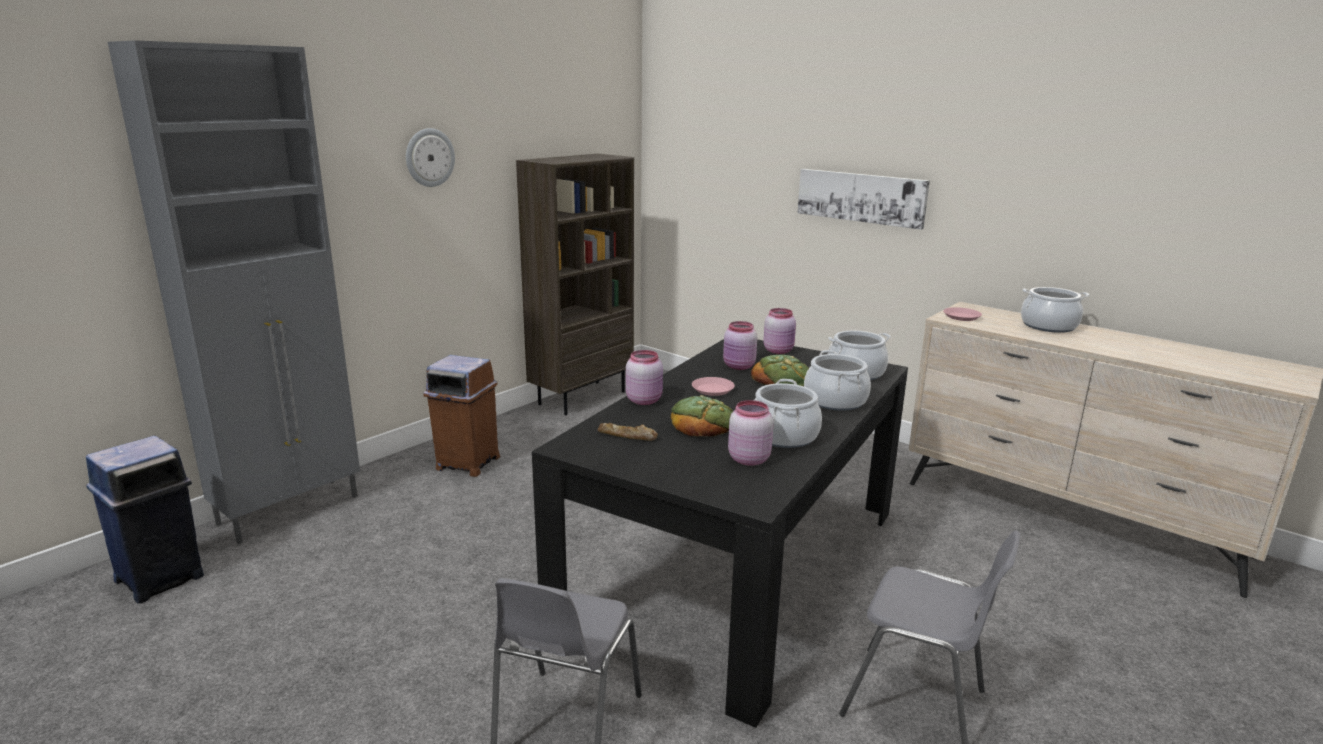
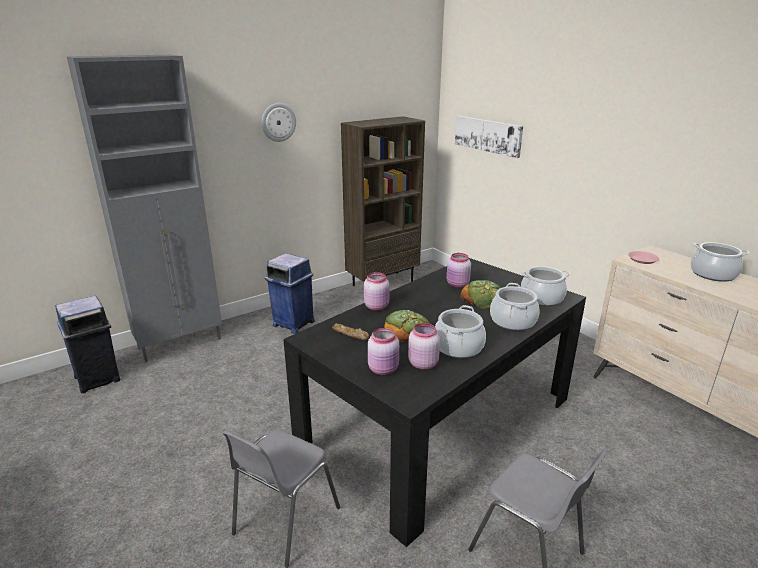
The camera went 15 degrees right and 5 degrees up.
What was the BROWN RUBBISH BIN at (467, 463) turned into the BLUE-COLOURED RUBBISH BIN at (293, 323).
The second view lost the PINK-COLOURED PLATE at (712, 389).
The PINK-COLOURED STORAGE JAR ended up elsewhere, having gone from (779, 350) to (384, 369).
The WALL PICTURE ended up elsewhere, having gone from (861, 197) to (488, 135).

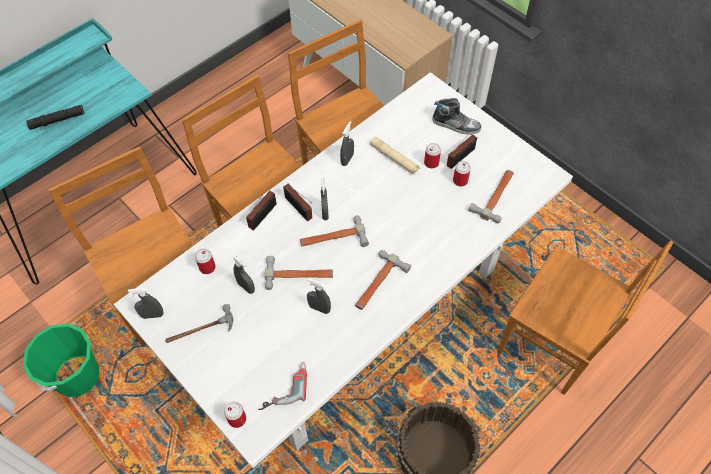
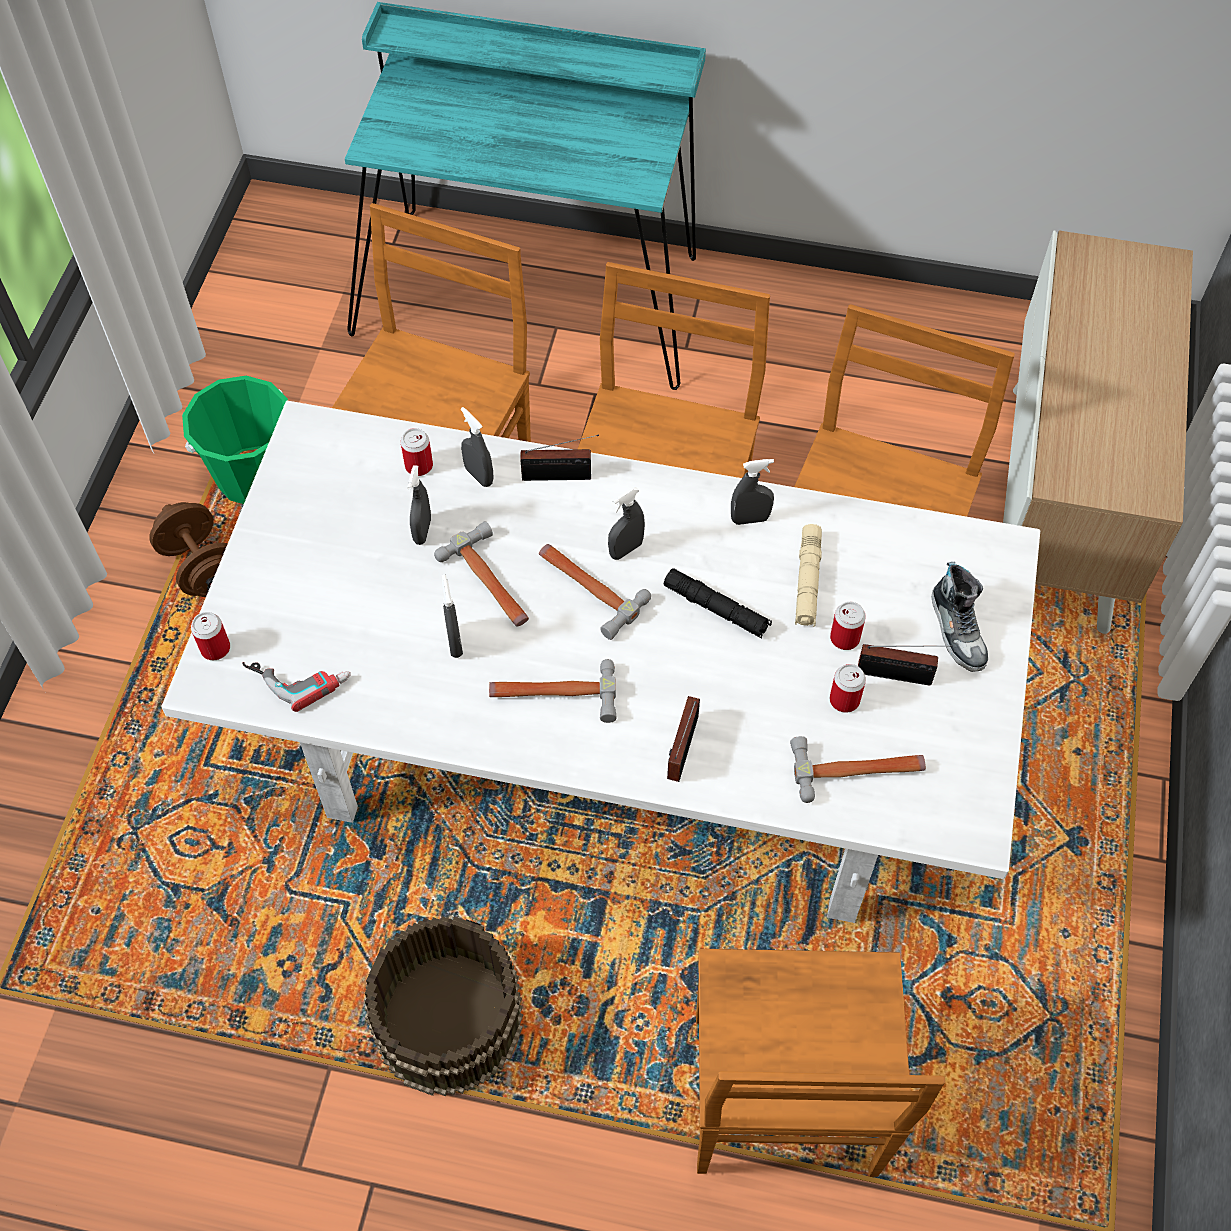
The camera went 55 degrees right and 0 degrees up.
The BLACKISH FLASHLIGHT ended up elsewhere, having gone from (57, 120) to (716, 608).
The GREYISH HAND SPRAYER ended up elsewhere, having gone from (152, 315) to (479, 476).
The second view lost the HAND HAMMER at (200, 330).
The RADIO SET ended up elsewhere, having gone from (299, 209) to (680, 751).
The second view gained the BROWN FREE WEIGHT at (202, 567).

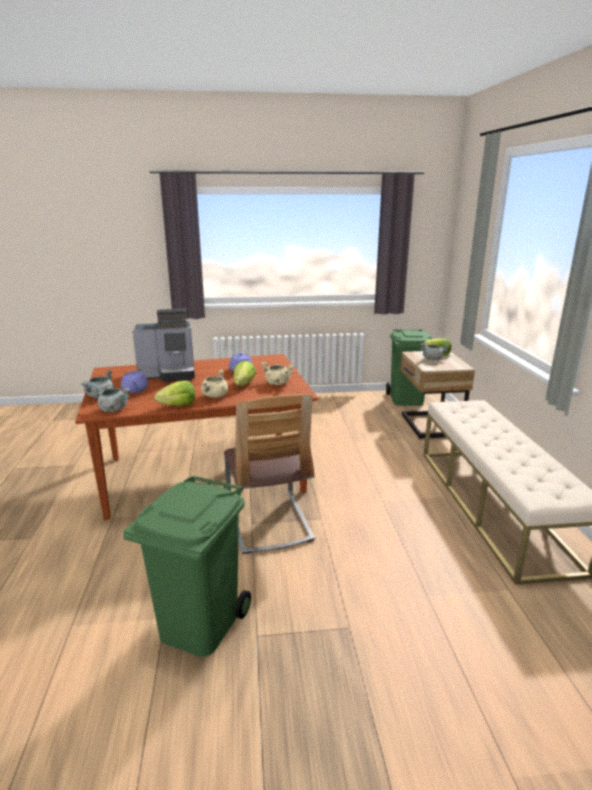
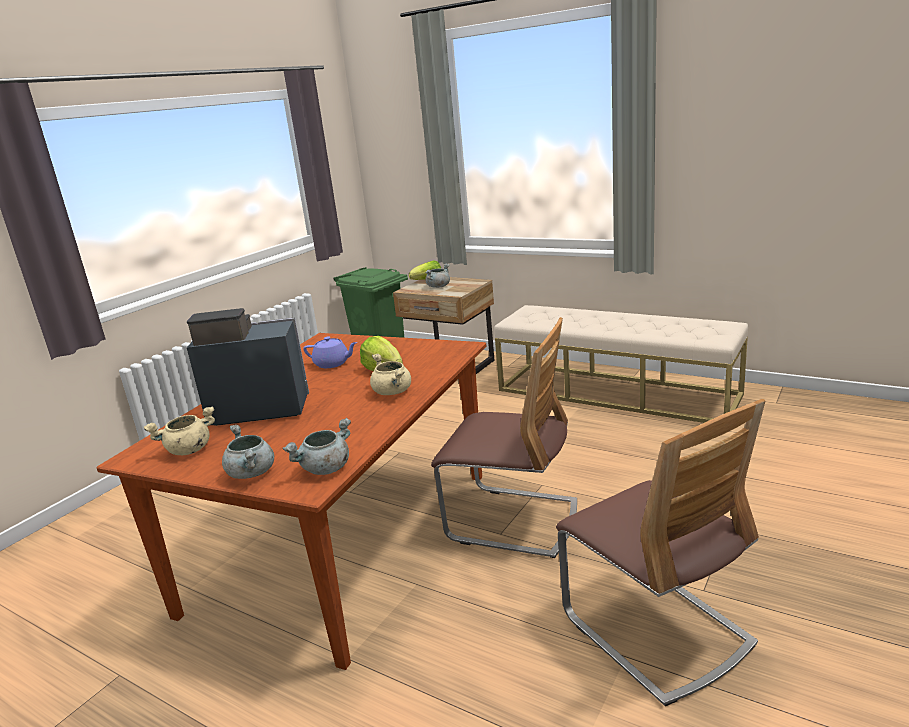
The camera went 50 degrees left and 0 degrees up.
The second view lost the PURPLISH TEA POT at (135, 390).
Where the GREEN RUBBISH BIN stood at (198, 624), the CHAIR came to stand at (656, 630).
The COFFEE MAKER at (169, 374) ended up facing another way, 120 degrees counterclockwise from before.
The second view lost the HEAD OF LETTUCE at (178, 405).
The SAND-COLOURED COOKING POT ended up elsewhere, having gone from (277, 383) to (188, 450).

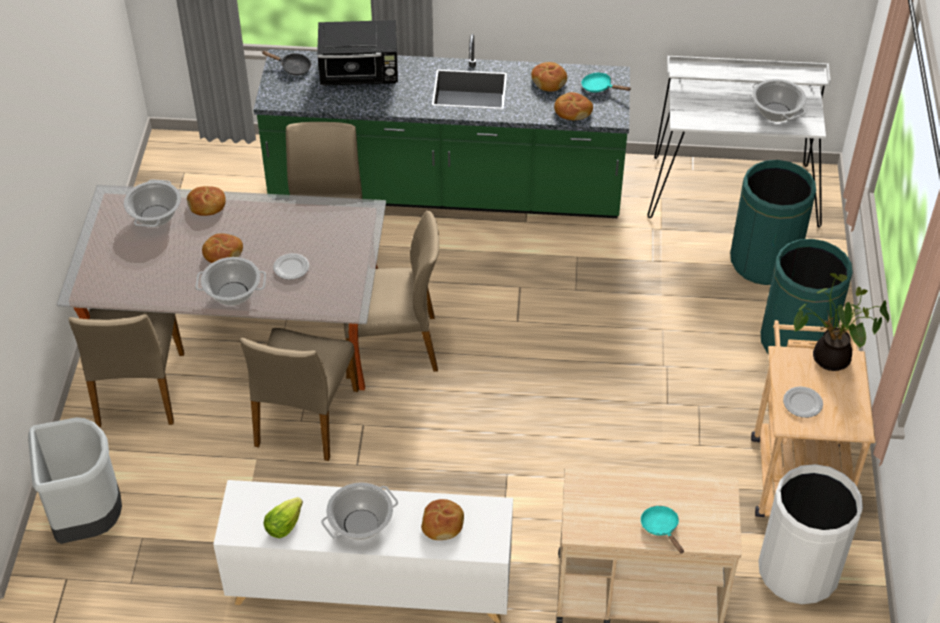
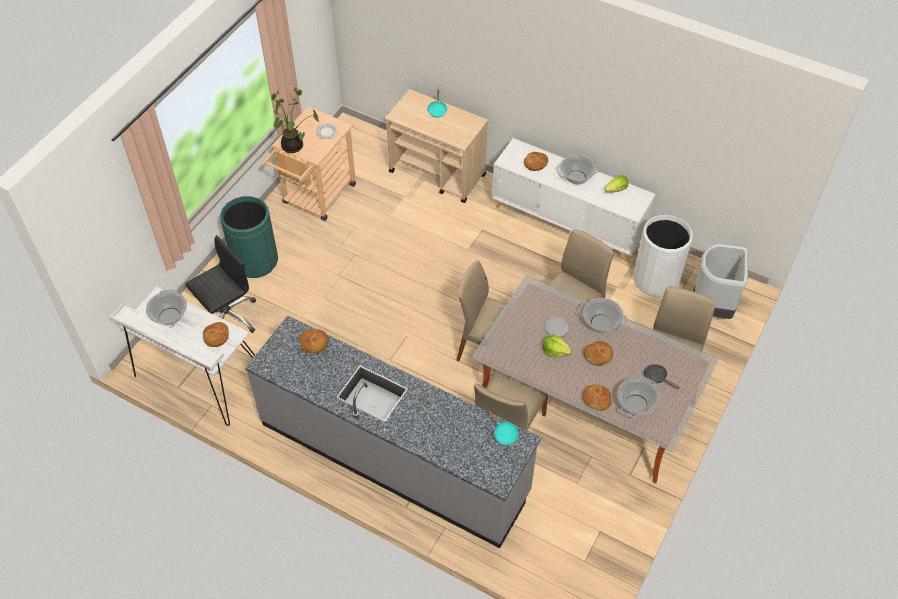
The camera went 155 degrees left and 5 degrees up.
What was the GREEN KITCHEN COUNTER at (446, 191) turned into the GREYISH KITCHEN COUNTER at (394, 457).
The BLACKISH FRYING PAN ended up elsewhere, having gone from (293, 67) to (657, 377).
The second view lost the BLACKISH MICROWAVE OVEN at (360, 74).
The BREAD ended up elsewhere, having gone from (549, 81) to (216, 337).
The TURQUOISE FRYING PAN ended up elsewhere, having gone from (599, 87) to (503, 433).
Where the GREEN RUBBISH BIN stood at (763, 261), the BLACKISH COMPUTER CHAIR came to stand at (227, 317).
The WHITISH RUBBISH BIN ended up elsewhere, having gone from (798, 571) to (656, 280).
The second view gained the HEAD OF LETTUCE at (555, 351).

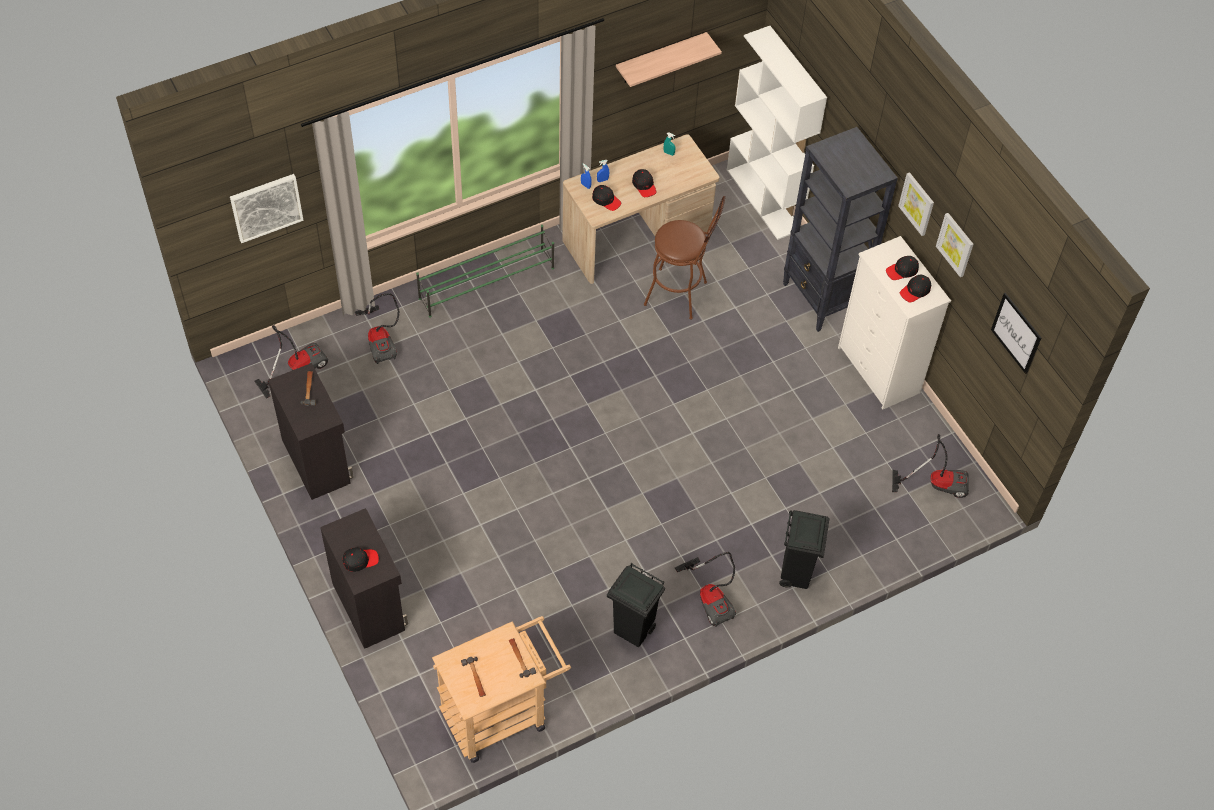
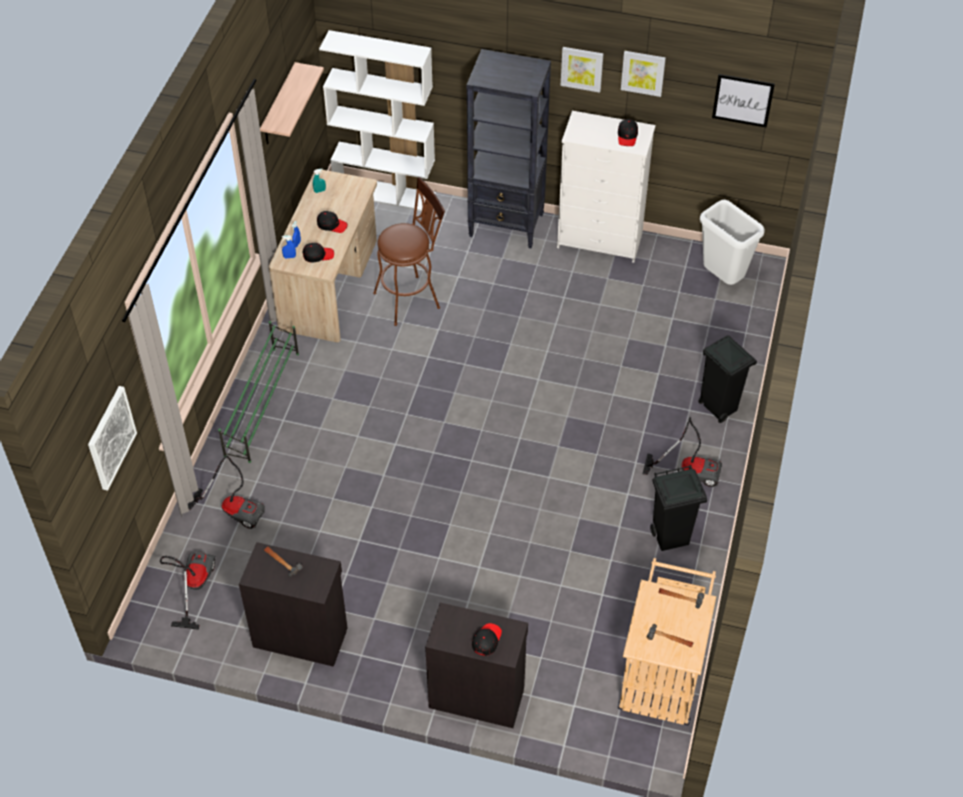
The camera went 45 degrees left and 5 degrees down.
The second view lost the BLACKISH BASEBALL CAP at (902, 271).
Where the VACUUM stood at (936, 483), the WHITISH RUBBISH BIN came to stand at (723, 279).

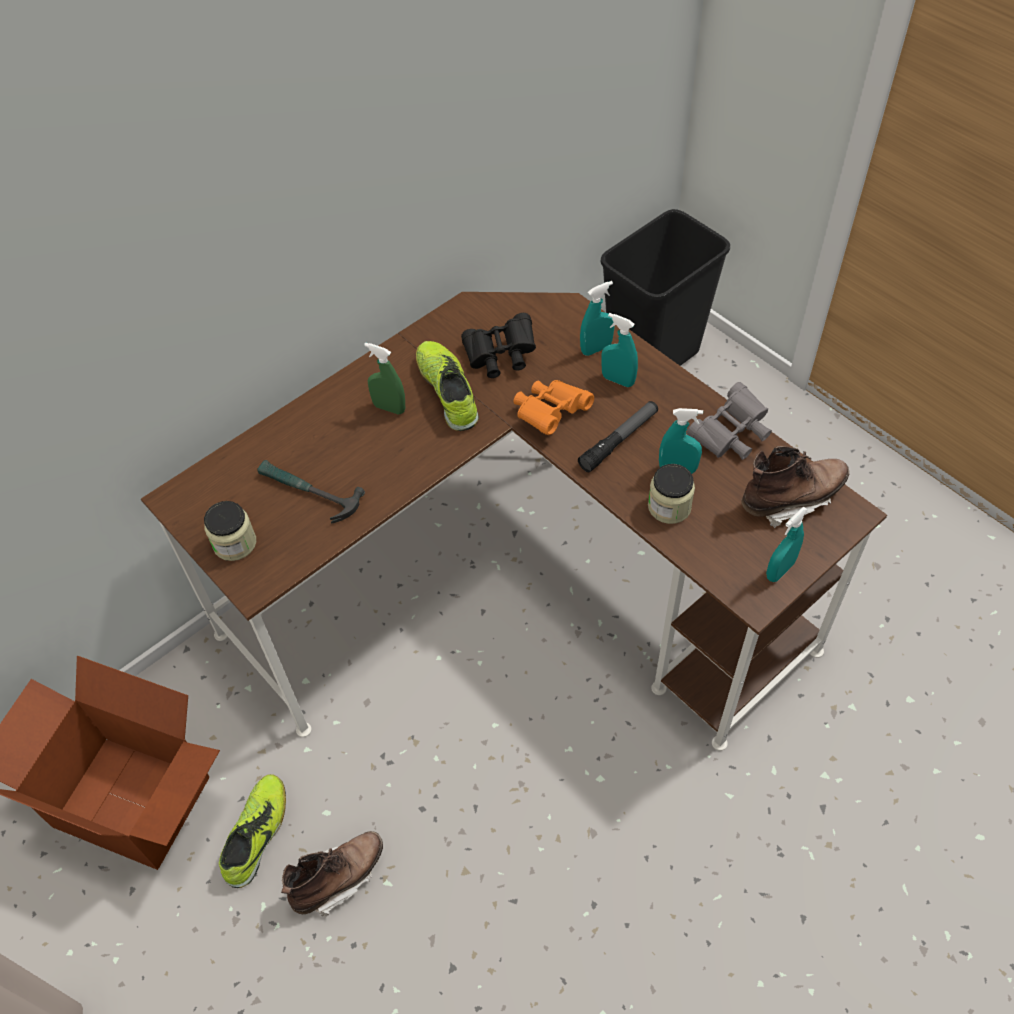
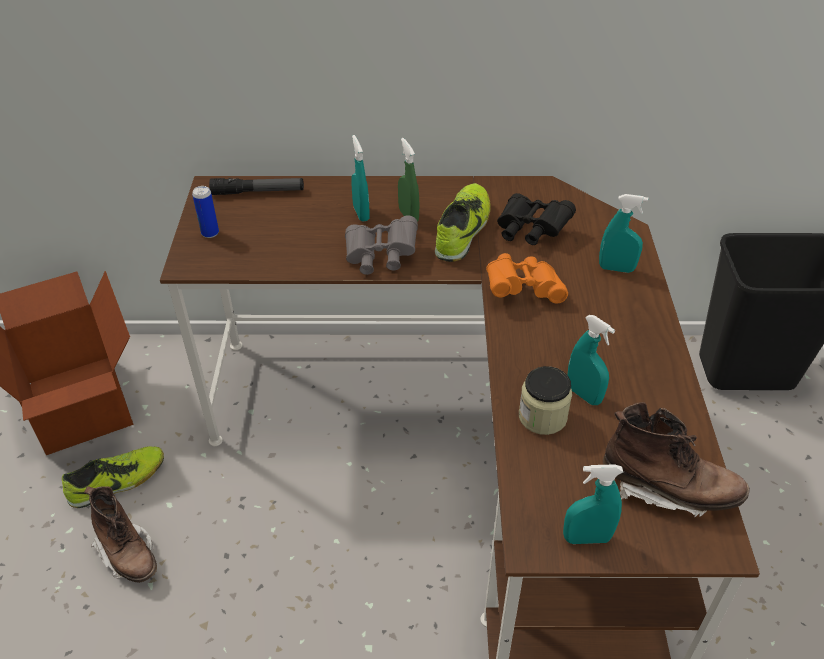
The camera went 40 degrees right and 10 degrees down.
Where the STORAGE JAR stood at (235, 543), the CAN came to stand at (210, 233).
The second view lost the HAND HAMMER at (307, 492).
The BROWN BOOT at (339, 878) ended up facing another way, 45 degrees clockwise from before.
The FLASHLIGHT ended up elsewhere, having gone from (619, 440) to (258, 192).
The TURQUOISE HAND SPRAYER ended up elsewhere, having gone from (618, 380) to (361, 213).
The GREYISH BINOCULARS ended up elsewhere, having gone from (731, 435) to (380, 257).

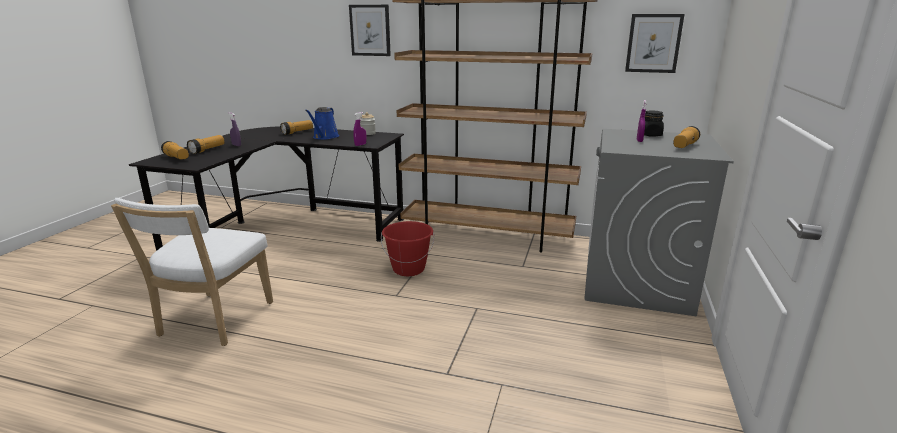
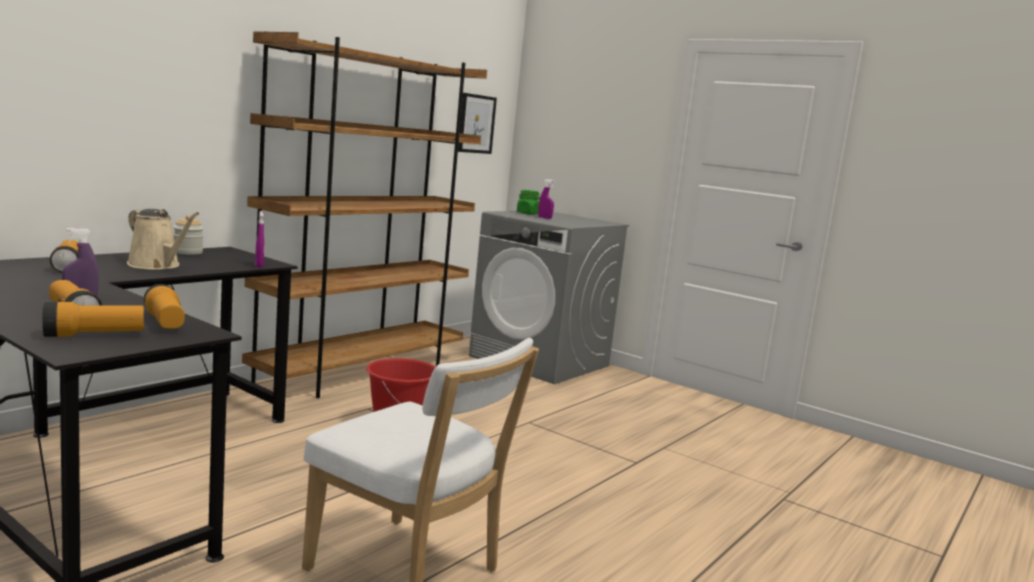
The camera went 70 degrees left and 10 degrees down.
What was the BLUE-COLOURED SPRINKLING CAN at (324, 137) turned into the SAND-COLOURED SPRINKLING CAN at (157, 265).
The second view lost the WALL PICTURE at (370, 30).
What was the BLACKISH STORAGE JAR at (650, 135) turned into the GREEN STORAGE JAR at (528, 213).
The FLASHLIGHT ended up elsewhere, having gone from (684, 146) to (165, 322).

